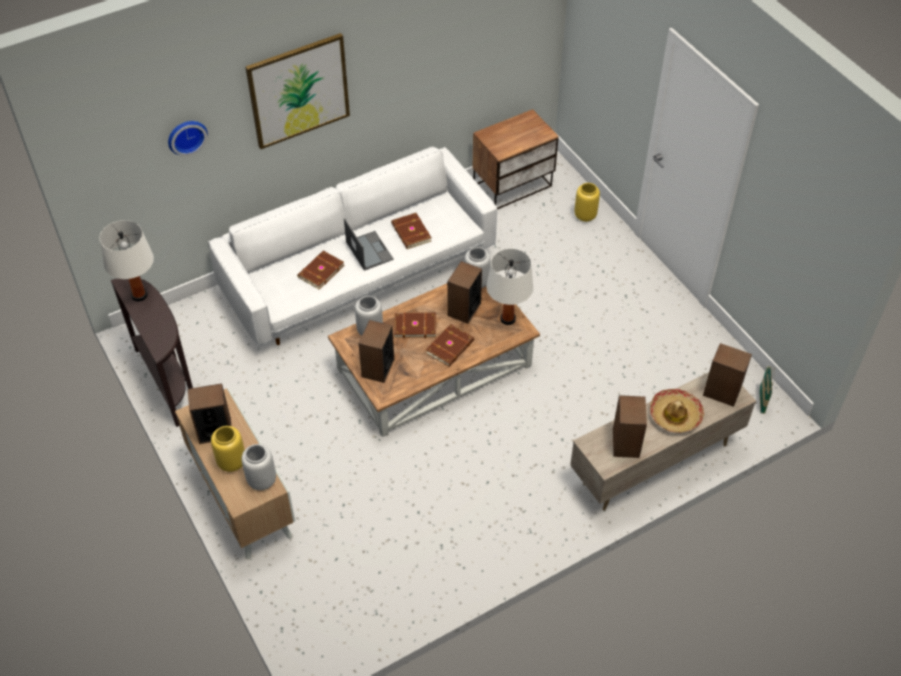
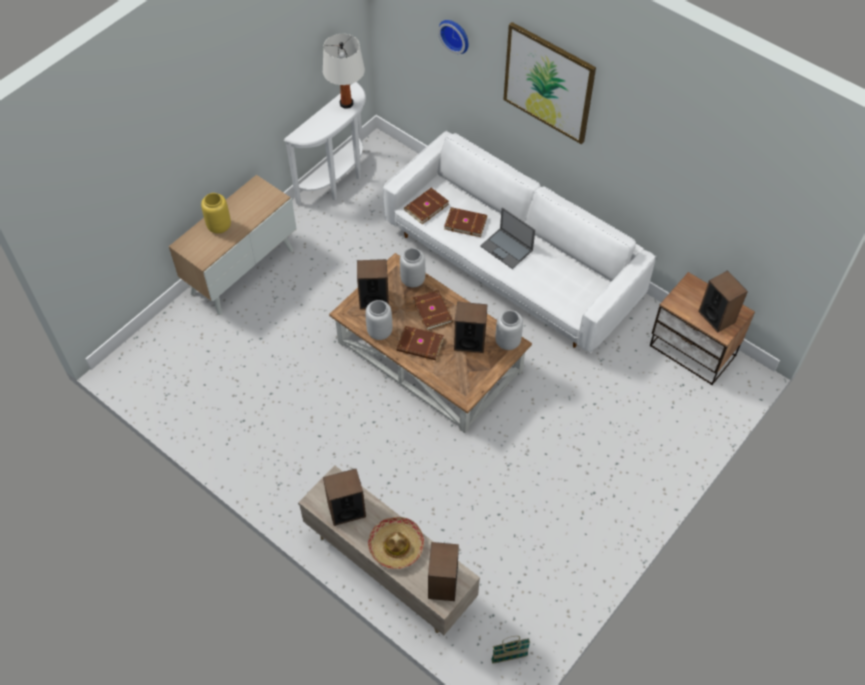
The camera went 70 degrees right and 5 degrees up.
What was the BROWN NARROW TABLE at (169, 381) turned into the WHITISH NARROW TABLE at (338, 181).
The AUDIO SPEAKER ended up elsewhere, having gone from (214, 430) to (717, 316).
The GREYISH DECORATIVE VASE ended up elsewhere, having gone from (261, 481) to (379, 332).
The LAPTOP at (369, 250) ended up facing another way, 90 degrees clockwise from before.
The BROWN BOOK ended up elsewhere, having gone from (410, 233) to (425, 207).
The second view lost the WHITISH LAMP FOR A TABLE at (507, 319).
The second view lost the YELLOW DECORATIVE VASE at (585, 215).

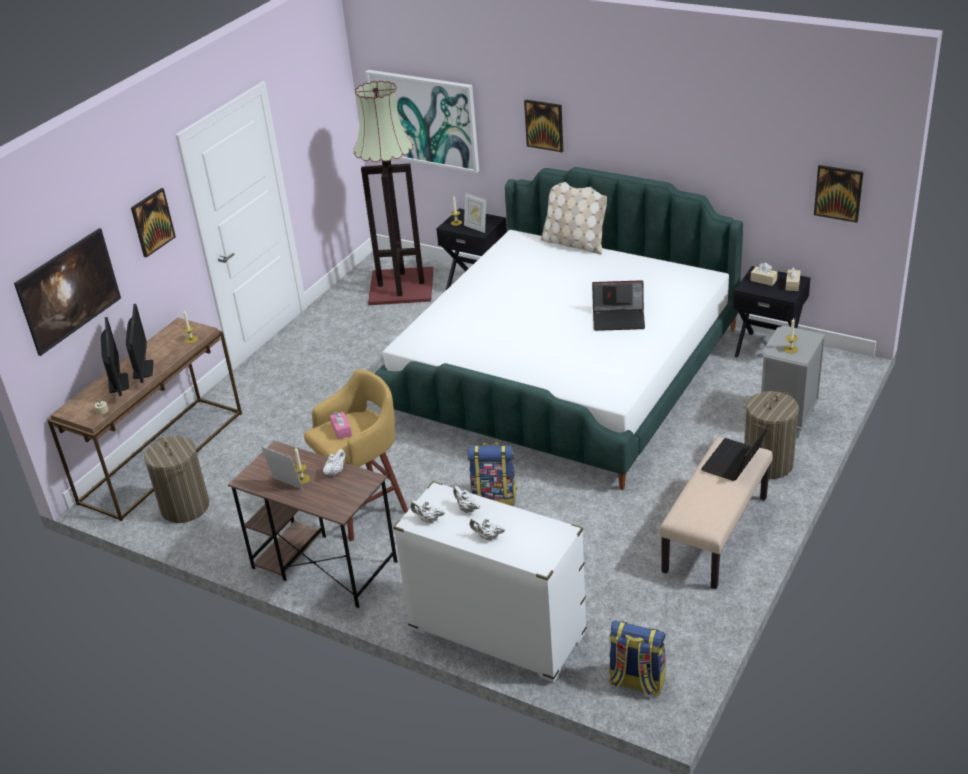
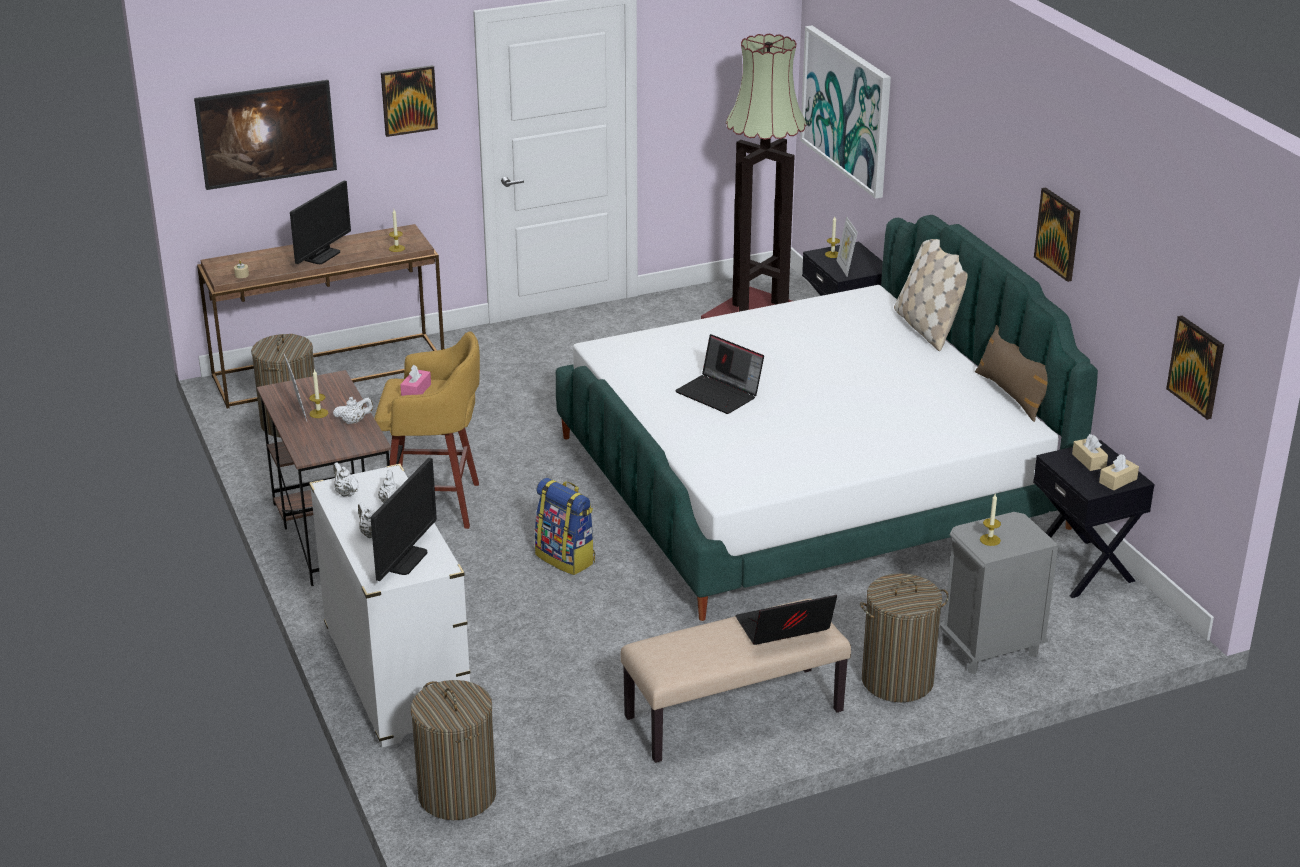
The camera went 35 degrees right and 5 degrees down.
The COMPUTER SCREEN ended up elsewhere, having gone from (118, 383) to (404, 560).
The WALL PICTURE ended up elsewhere, having gone from (544, 125) to (1058, 234).
The LAPTOP ended up elsewhere, having gone from (619, 319) to (720, 393).
Where the RUCKSACK stood at (636, 682), the LAUNDRY BASKET came to stand at (457, 794).
The second view gained the BROWN PILLOW at (1012, 394).

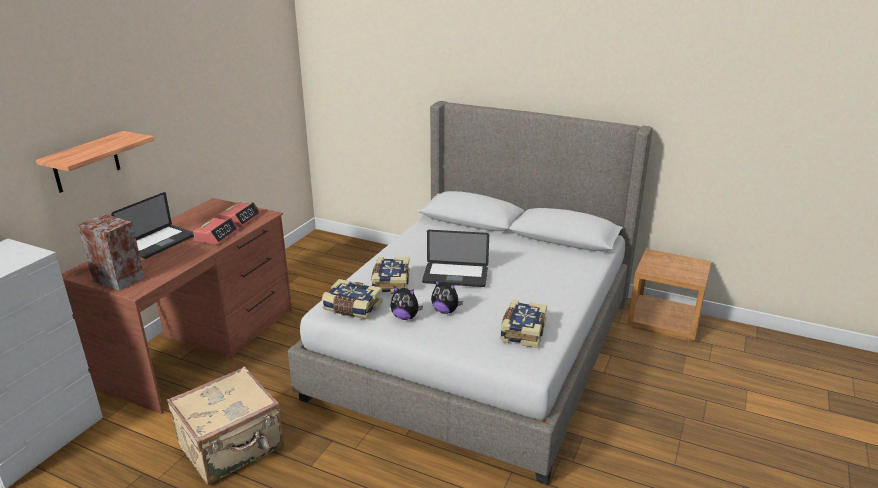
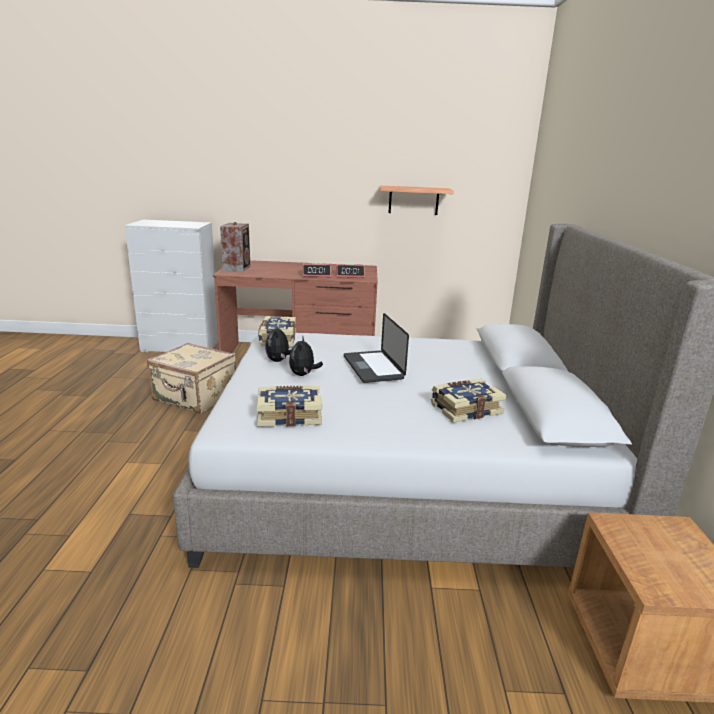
The camera went 65 degrees right and 5 degrees down.
The BRACKET SHELF ended up elsewhere, having gone from (86, 162) to (413, 200).
The second view lost the LAPTOP at (159, 243).
The BOOK ended up elsewhere, having gone from (390, 283) to (465, 409).

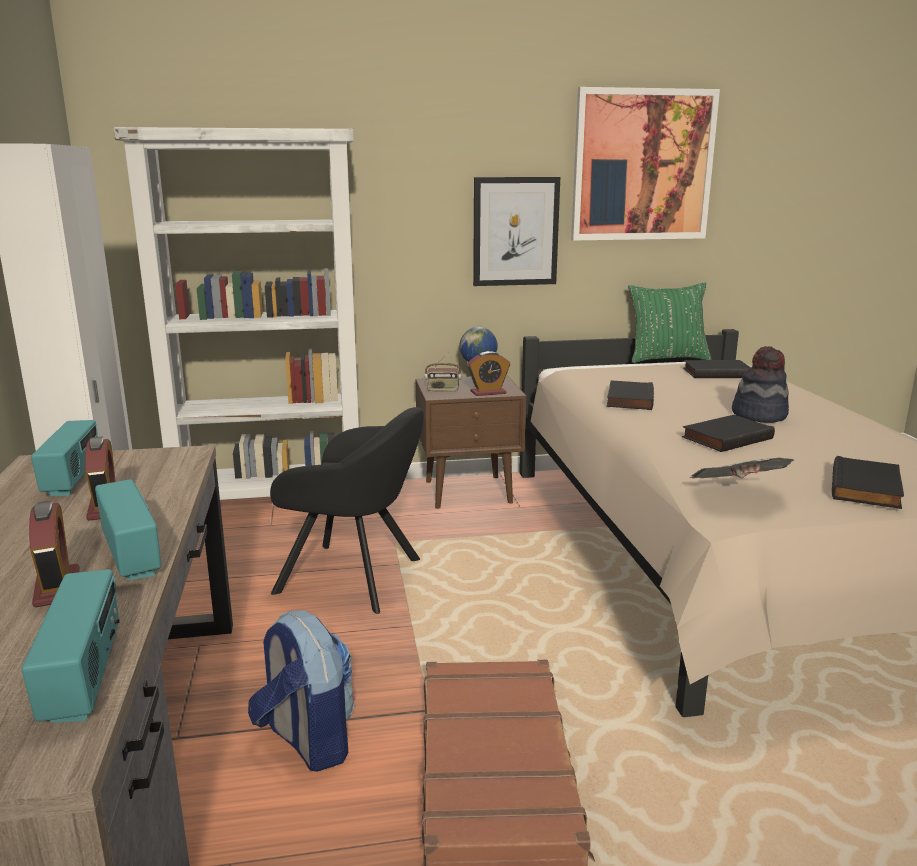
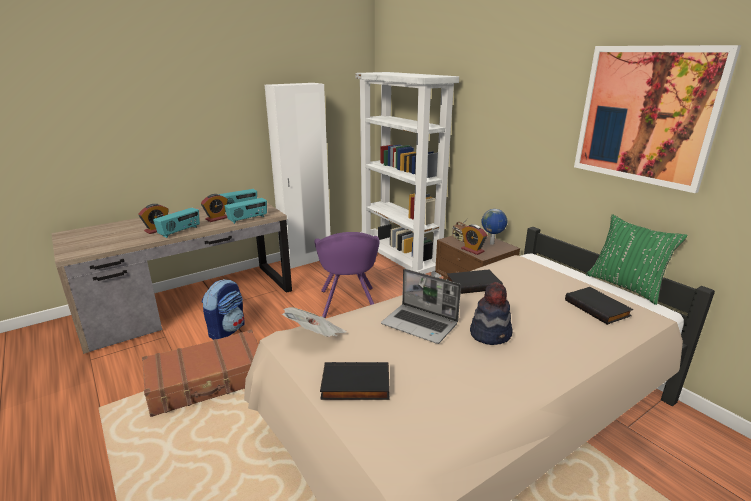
The camera went 65 degrees right and 5 degrees up.
The RADIO SET ended up elsewhere, having gone from (85, 678) to (248, 219).
What was the BLACKISH LOUNGE CHAIR at (356, 577) turned into the PURPLISH LOUNGE CHAIR at (348, 304).
The second view lost the WALL PICTURE at (515, 231).
Where the BLACKISH BOOK stood at (726, 437), the LAPTOP came to stand at (420, 324).

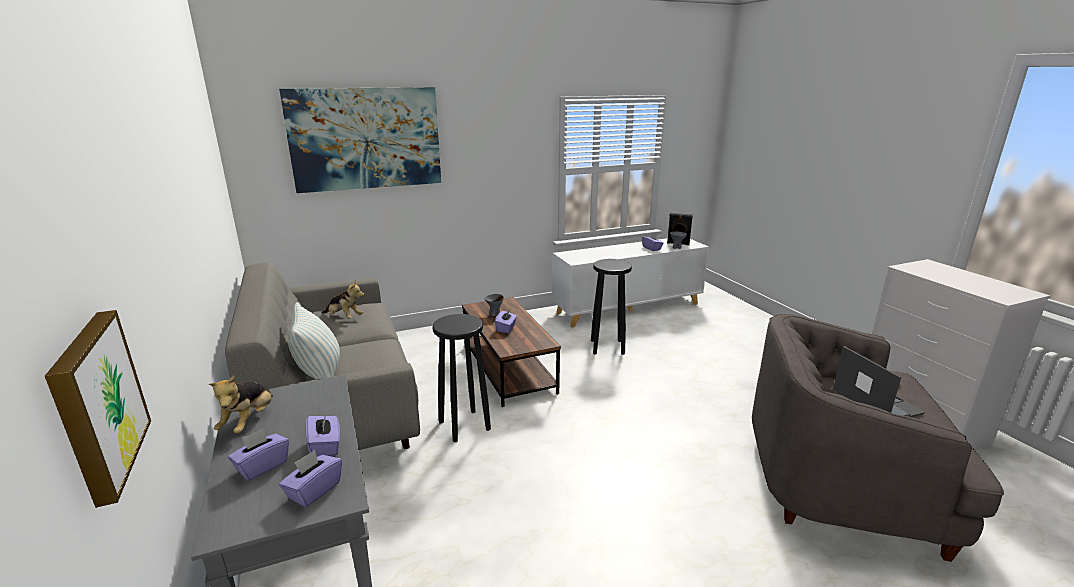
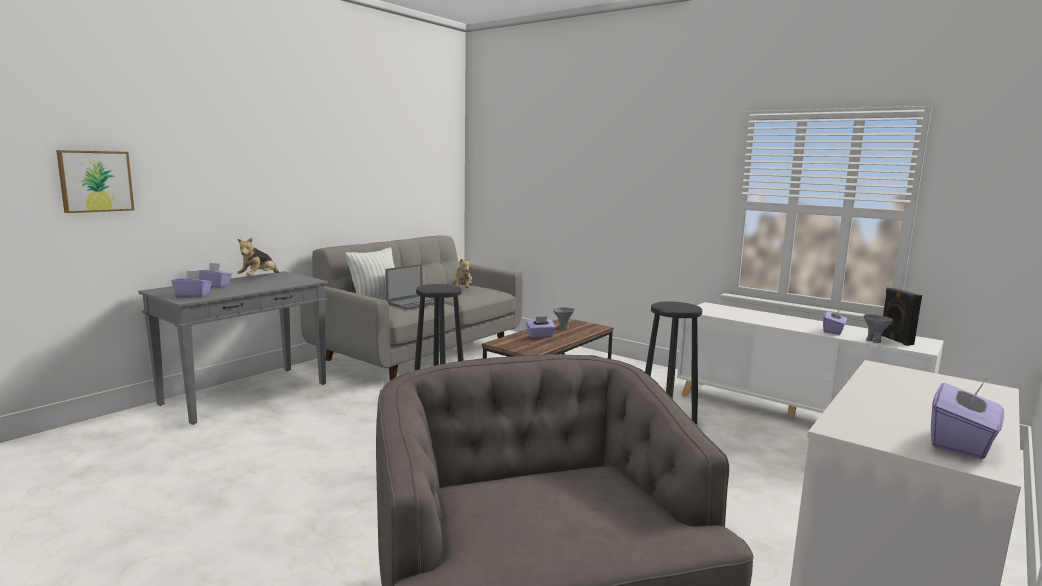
The camera went 60 degrees right and 10 degrees down.
The CUDDLY TOY at (249, 421) ended up facing another way, 45 degrees counterclockwise from before.
The second view lost the WALL PICTURE at (366, 139).
The PURPLISH TISSUE HOLDER ended up elsewhere, having gone from (326, 446) to (961, 443).
The LAPTOP ended up elsewhere, having gone from (875, 400) to (415, 303).

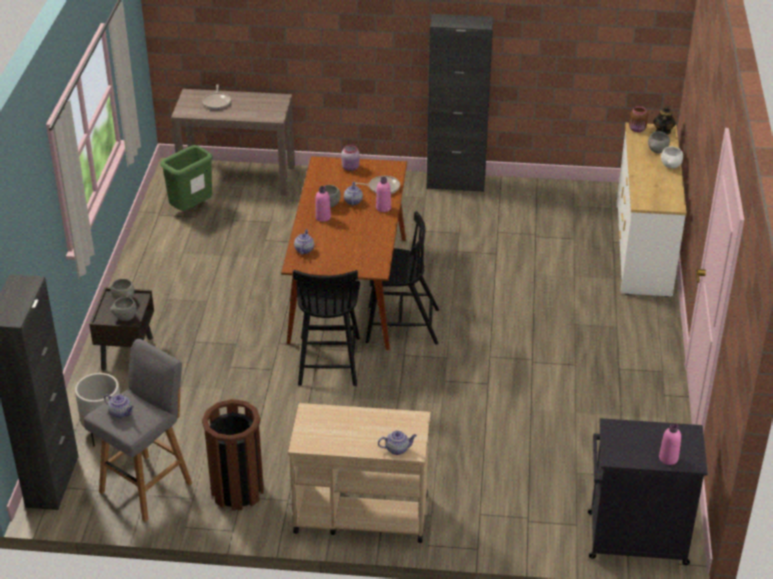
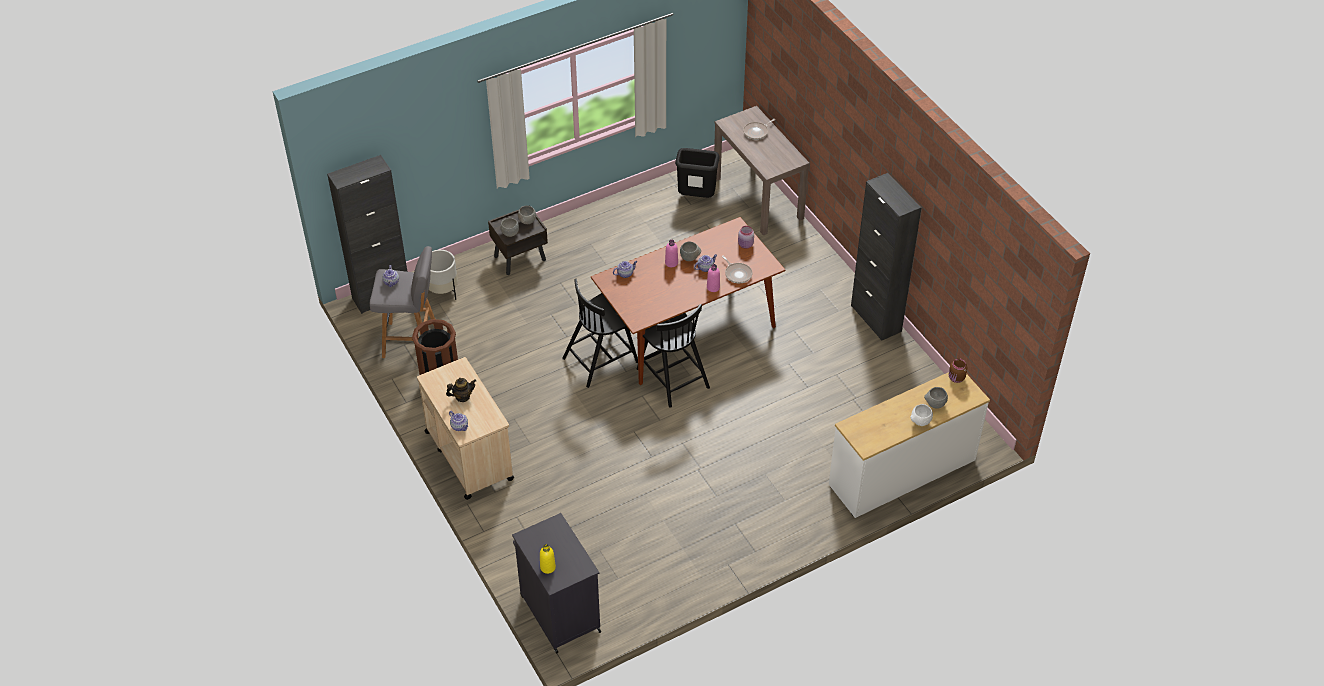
The camera went 55 degrees right and 10 degrees up.
What was the GREEN RUBBISH BIN at (191, 209) turned into the BLACKISH RUBBISH BIN at (697, 197).
The TEA POT ended up elsewhere, having gone from (662, 132) to (462, 397).
What was the PINK-COLOURED BEVERAGE BOTTLE at (668, 458) turned into the YELLOW BEVERAGE BOTTLE at (548, 567).

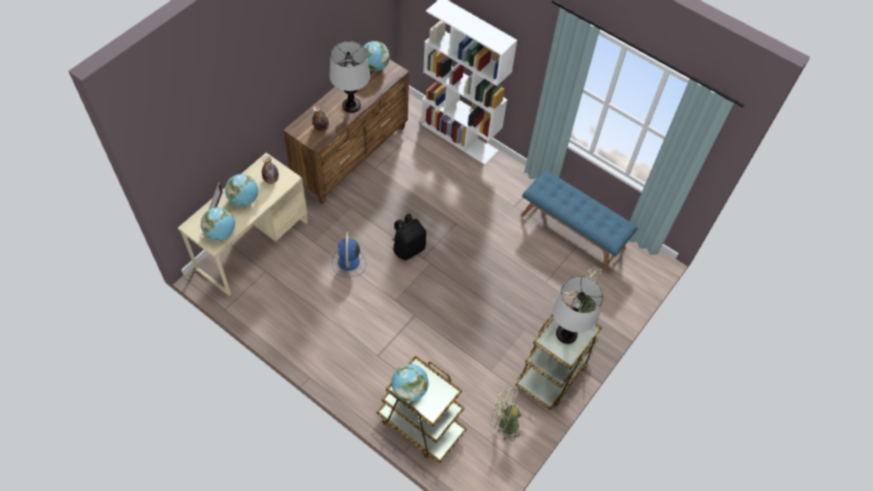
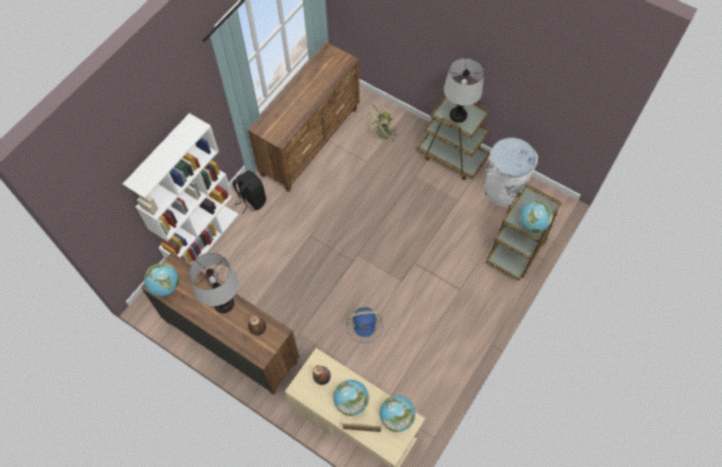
The camera went 90 degrees left and 5 degrees up.
The BLACKISH RUCKSACK ended up elsewhere, having gone from (408, 248) to (251, 200).
Where the GREEN COOLING FAN stood at (503, 424), the WHITISH RUBBISH BIN came to stand at (503, 189).
Where the BLUE-COLOURED INDOOR BENCH stood at (573, 231), the BROWN CHEST OF DRAWERS came to stand at (310, 141).

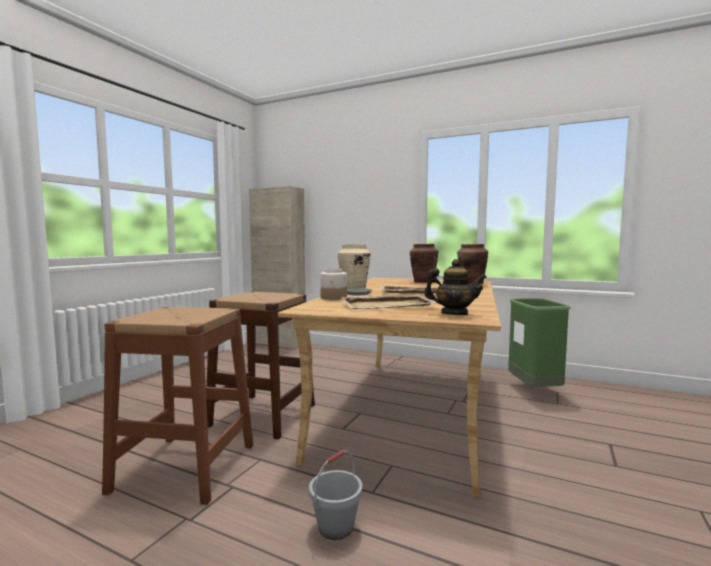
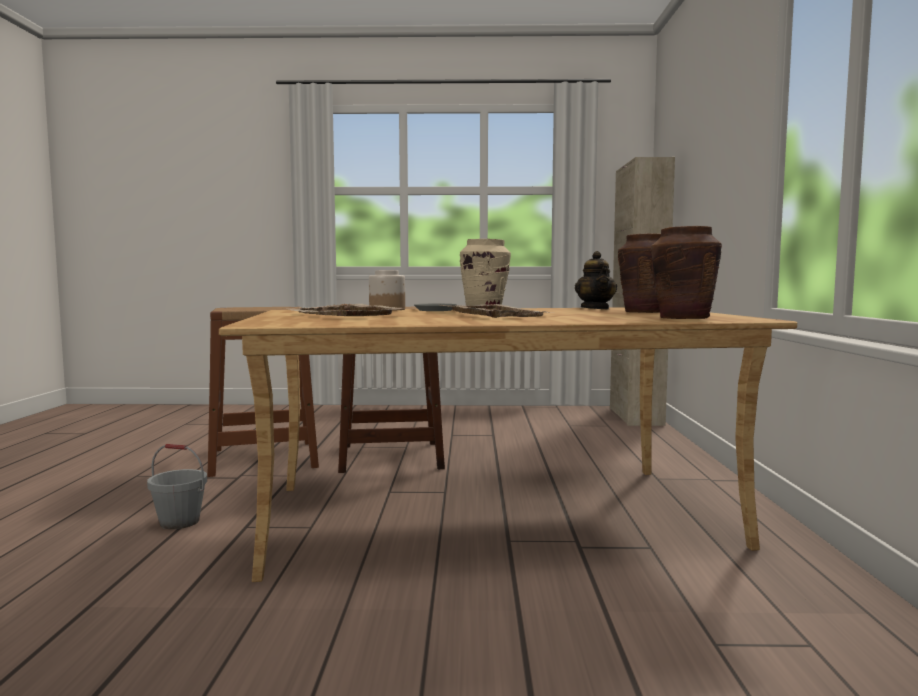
The camera went 65 degrees right and 0 degrees up.
The TEA POT ended up elsewhere, having gone from (454, 314) to (595, 309).
The second view lost the GREEN RUBBISH BIN at (534, 390).

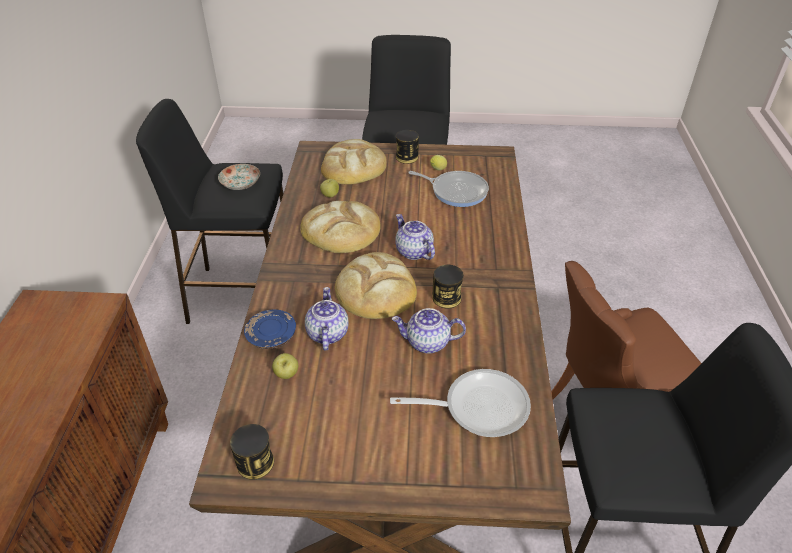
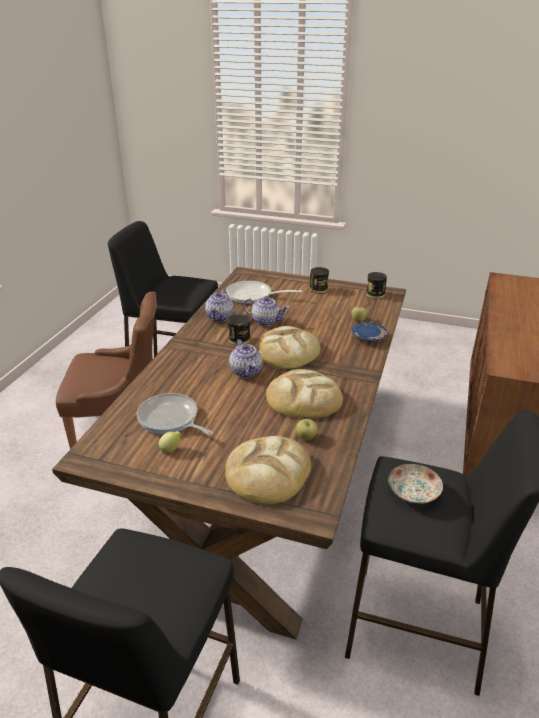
The camera went 165 degrees left and 10 degrees down.
The TEA POT ended up elsewhere, having gone from (327, 333) to (220, 317).
The CAN ended up elsewhere, having gone from (407, 157) to (318, 289).

